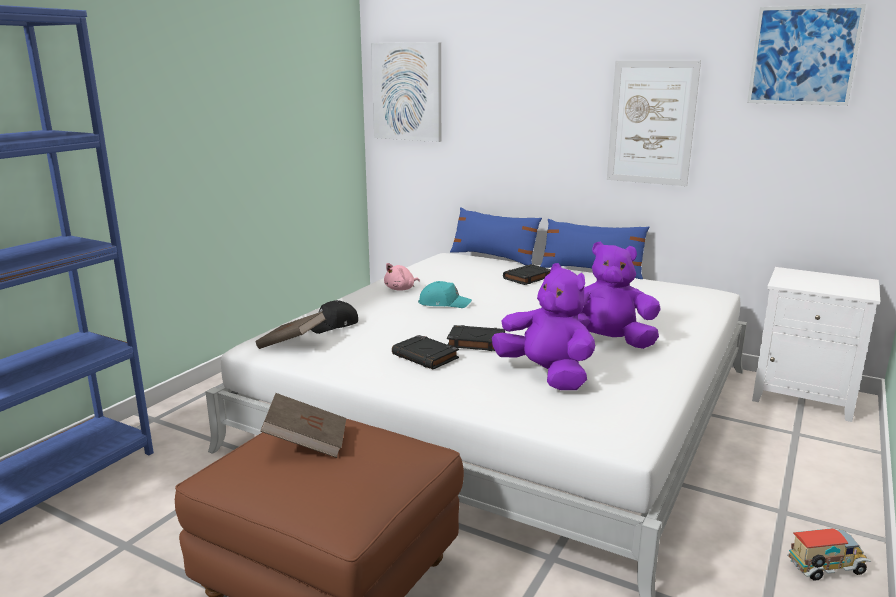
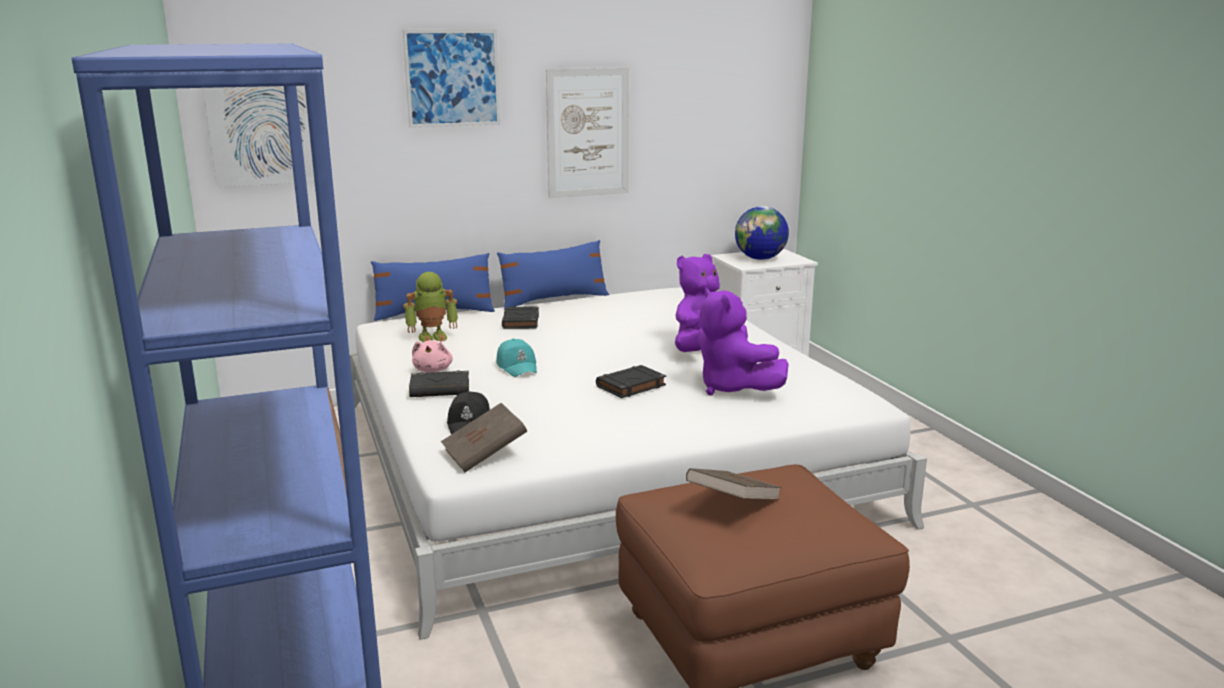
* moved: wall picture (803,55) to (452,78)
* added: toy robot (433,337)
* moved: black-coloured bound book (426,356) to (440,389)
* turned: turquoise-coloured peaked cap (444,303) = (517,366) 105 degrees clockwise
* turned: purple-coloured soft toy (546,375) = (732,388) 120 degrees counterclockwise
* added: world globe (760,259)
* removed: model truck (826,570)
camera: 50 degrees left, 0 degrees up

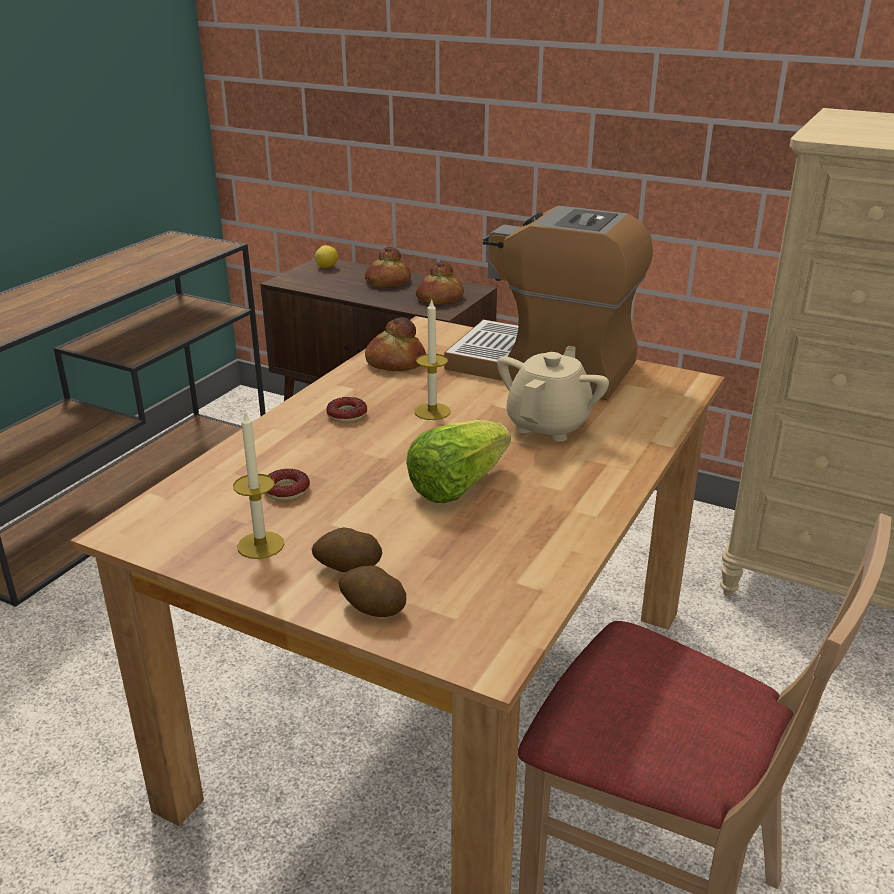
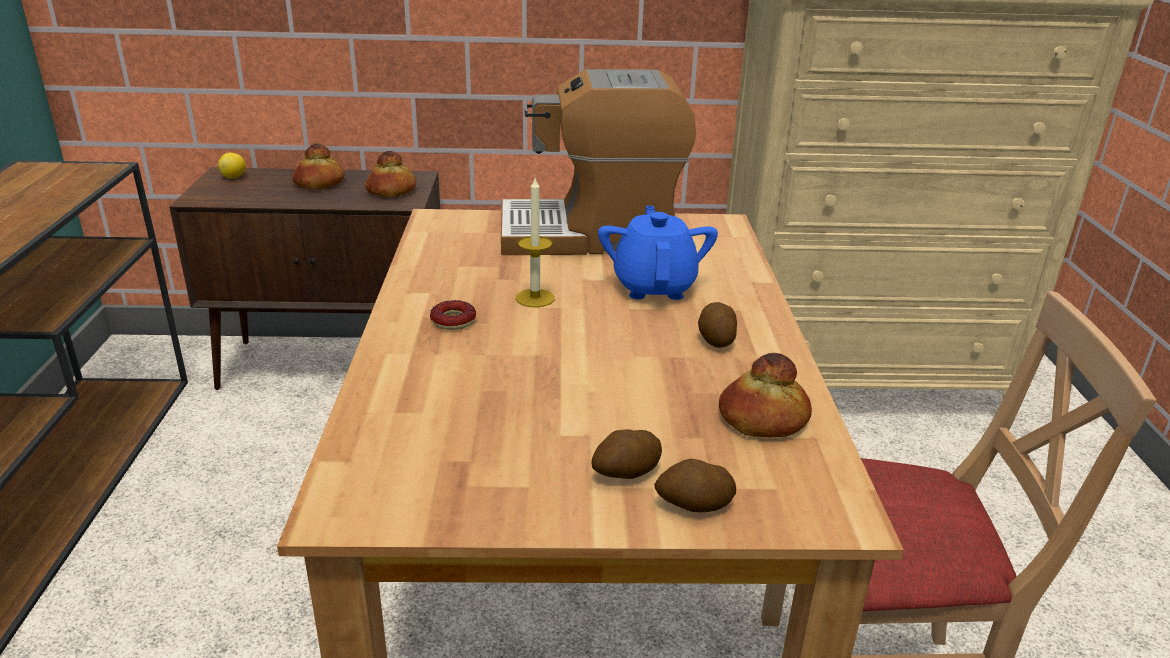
* recoloured: beige teapot (549,425) to bluish teapot (654,286)
* added: potato (716,339)
* moved: baked bread (394,363) to (763,419)
* removed: candle (260,545)
* removed: ring doughnut (286,490)
* removed: lettuce head (457,485)
camera: 30 degrees left, 0 degrees up

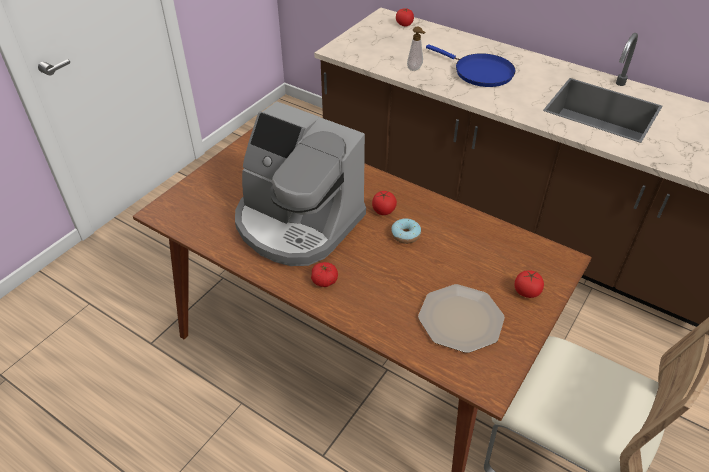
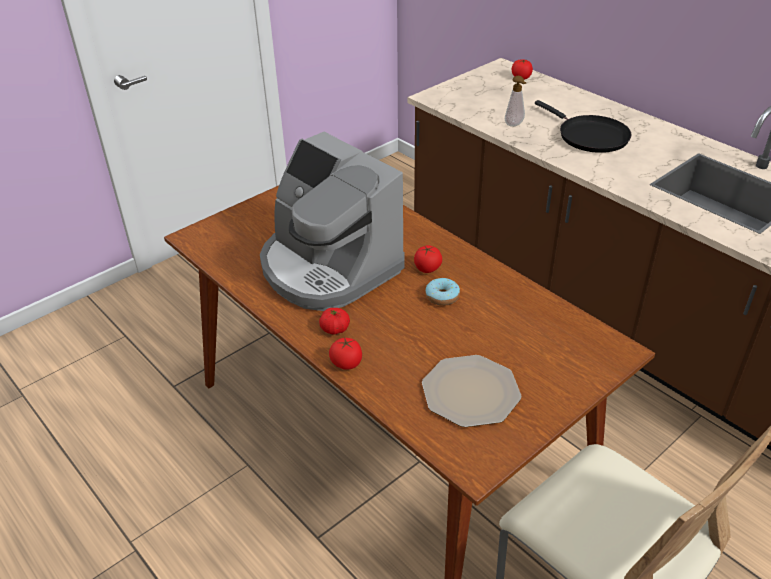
* moved: whole tomato (526,292) to (346,363)
* recoloured: bluish skillet (480,72) to black-coloured skillet (589,136)
camera: 15 degrees right, 5 degrees down

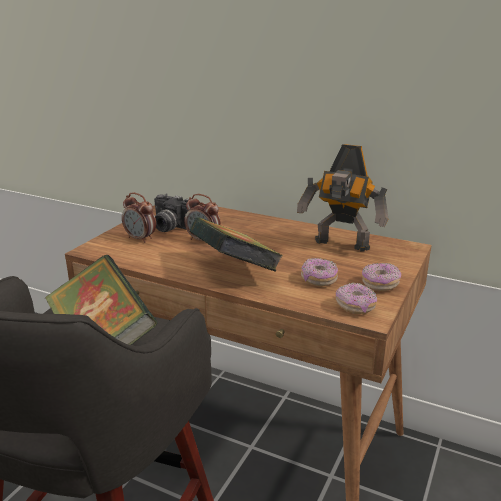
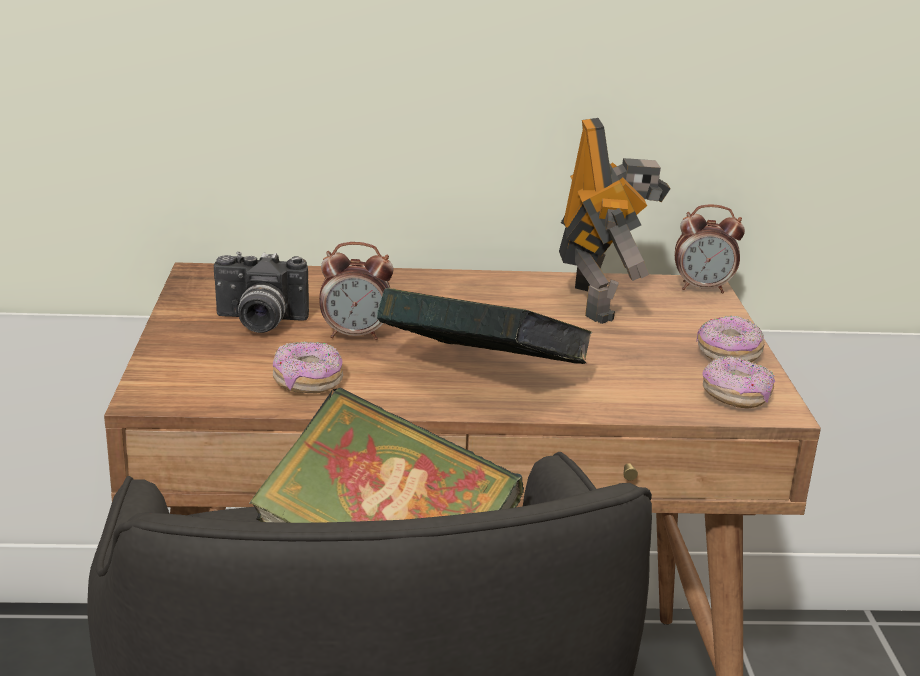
* moved: ring doughnut (318,280) to (307,383)
* turned: toy robot (341,246) = (599,302) 90 degrees counterclockwise
* moved: table clock (140,239) to (703,288)
camera: 30 degrees left, 0 degrees up

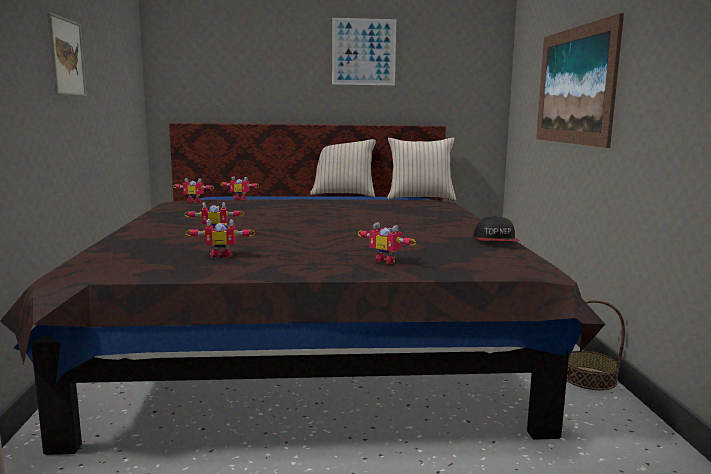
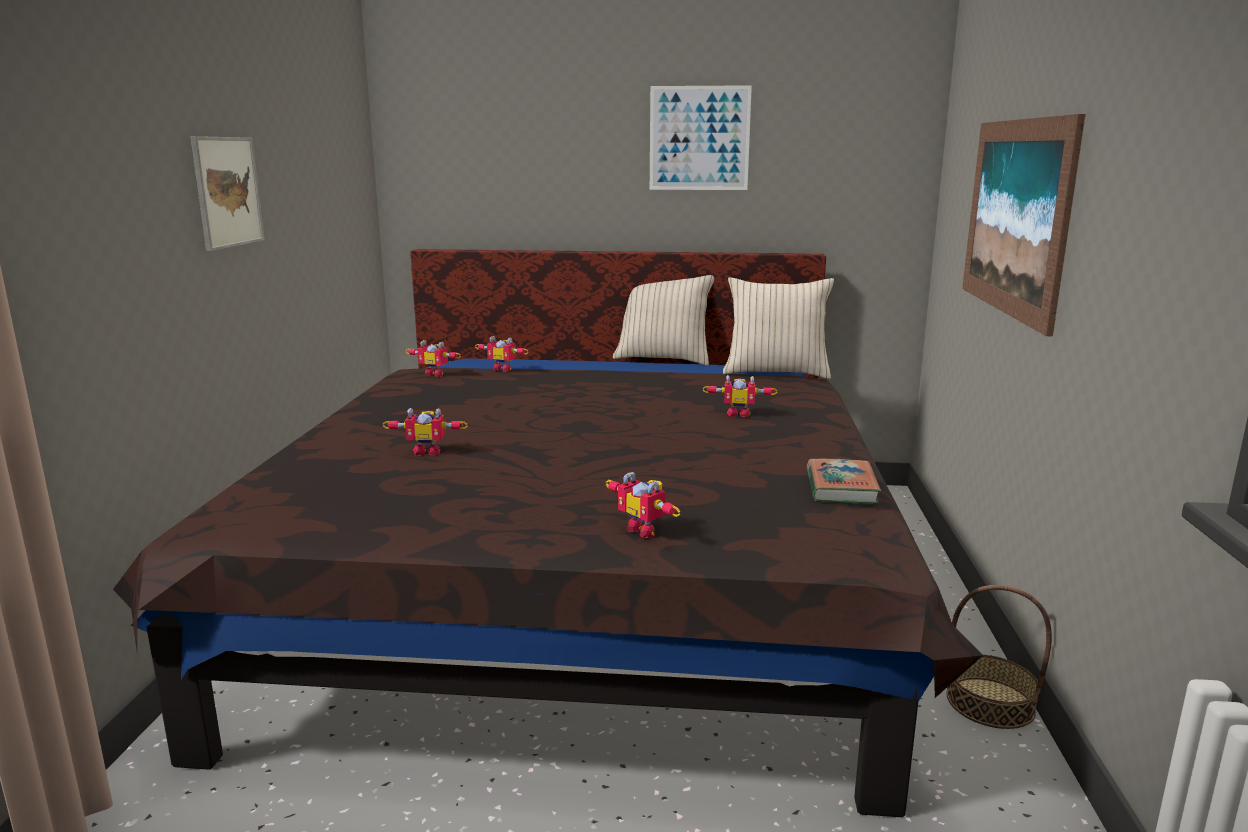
* moved: toy robot (221,255) to (738,413)
* replaced: peaked cap (496,241) to bound book (841,487)
camera: 10 degrees right, 5 degrees up

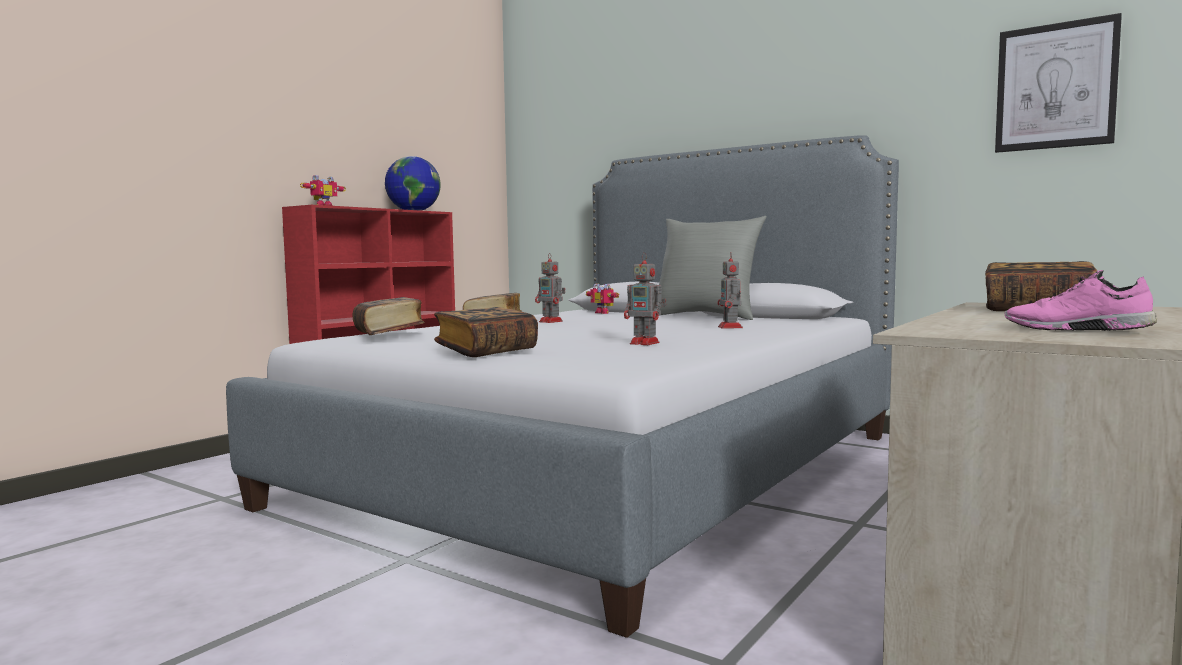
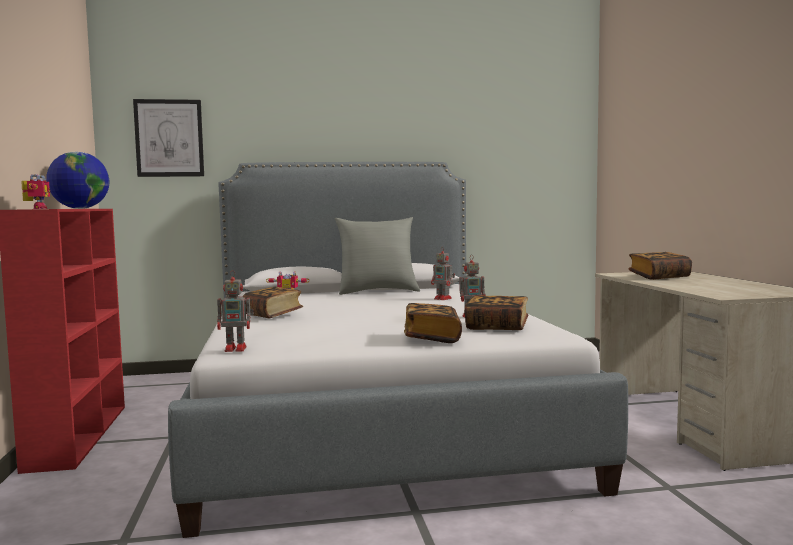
* moved: wall picture (1055,86) to (169,138)
* moved: toy robot (551,321) to (237,349)
* moved: bound book (389,333) to (497,327)
* removed: pink-coloured shoe (1075,329)
camera: 45 degrees left, 0 degrees up

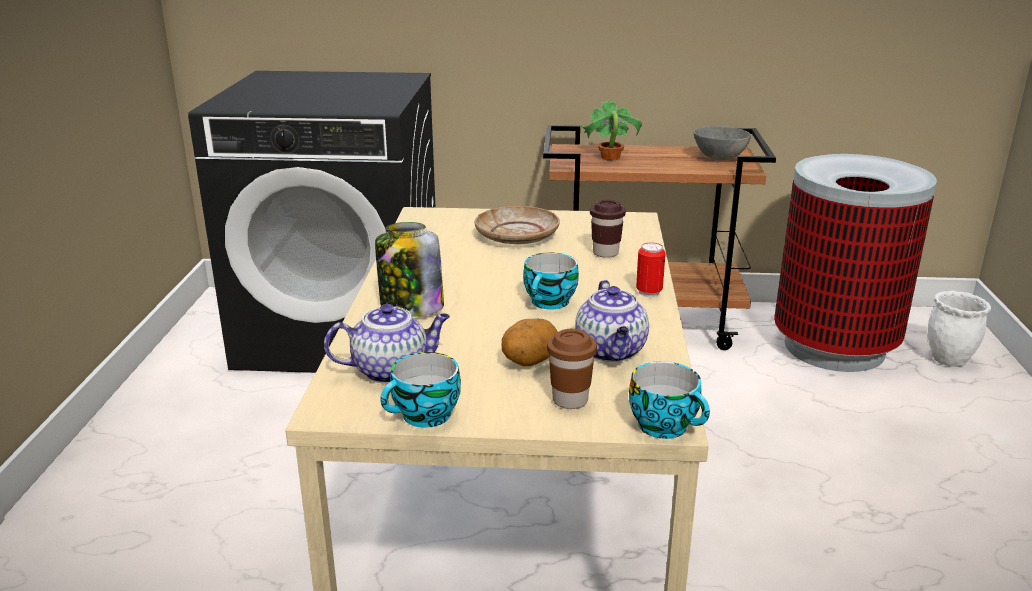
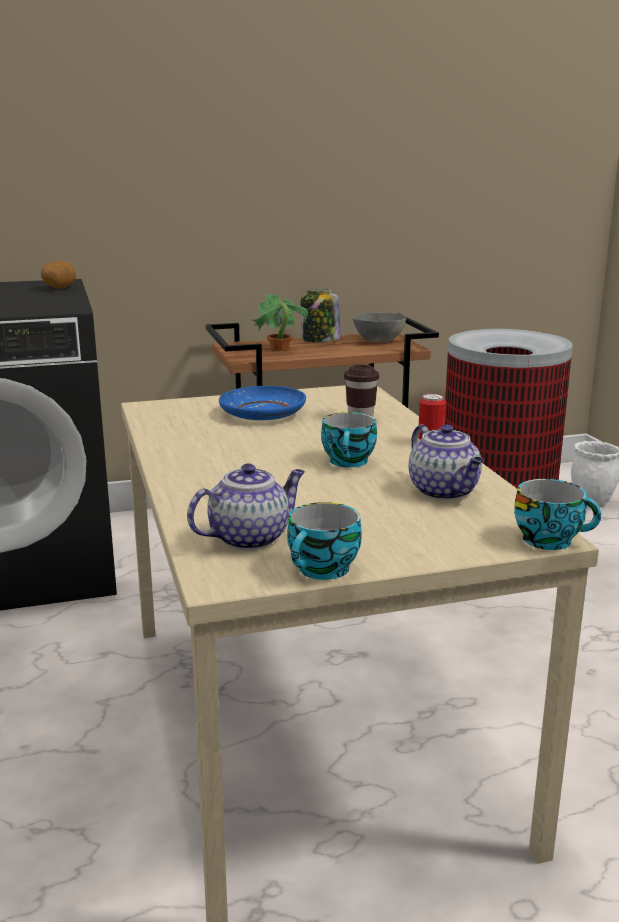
* moved: potato (529,362) to (59,288)
* recoloured: beige dinner plate (517,236) to bluish dinner plate (263,414)
* moved: storage jar (410,308) to (320,340)
* removed: brown small cup (570,400)
camera: 20 degrees left, 5 degrees down

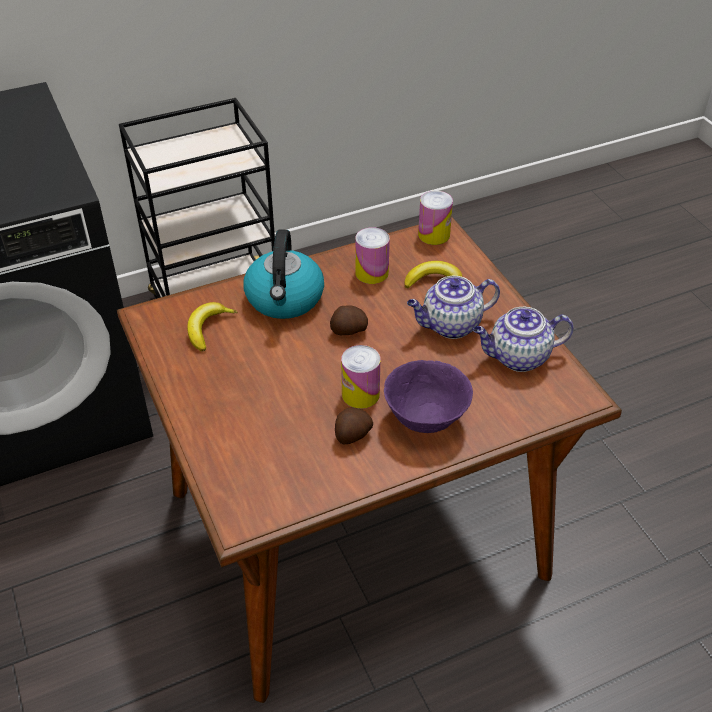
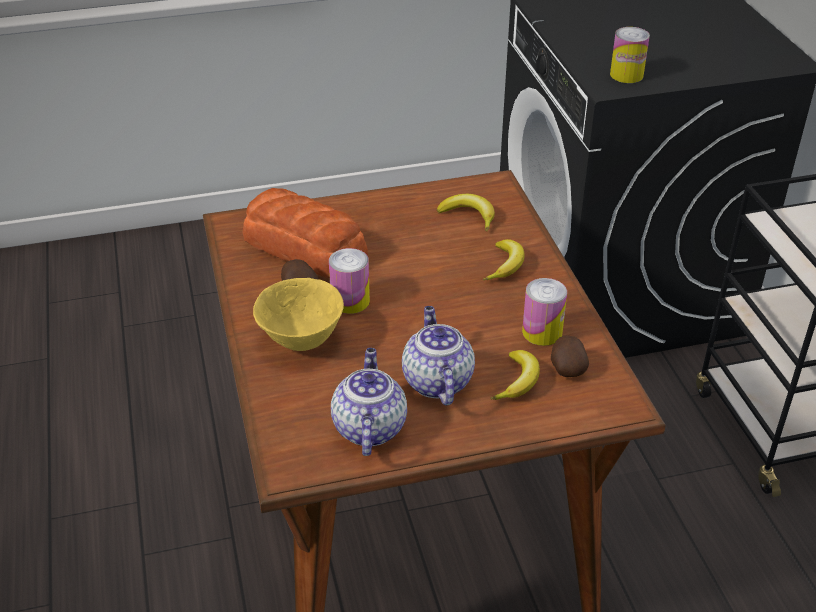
* added: baked bread (305,248)
* recoloured: purple-coloured bowl (426,419) to yellowish bowl (300,340)
* replaced: water kettle (285,299) to banana (505,265)
* moved: potato (348,331) to (567,368)
* moved: sealed can (434,235) to (626,75)
camera: 100 degrees right, 5 degrees down

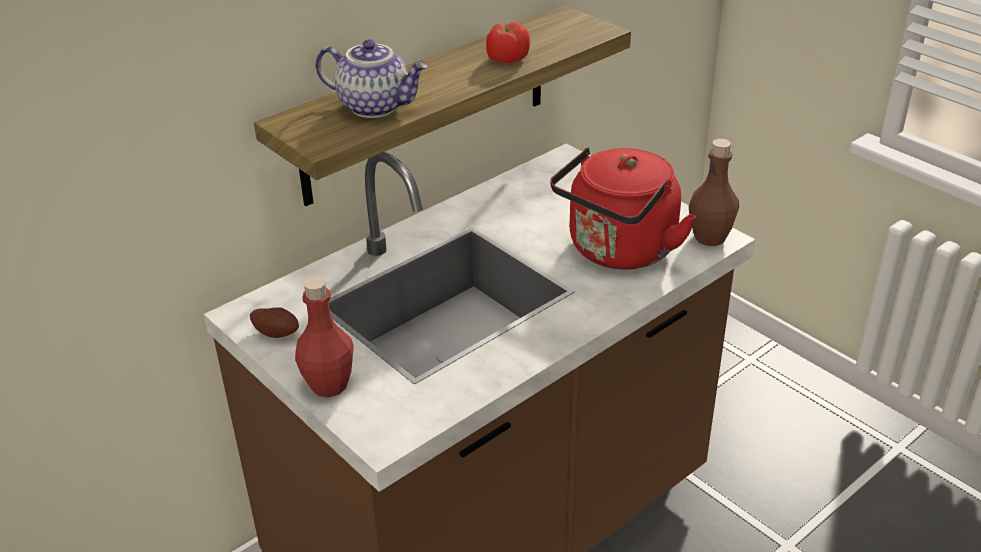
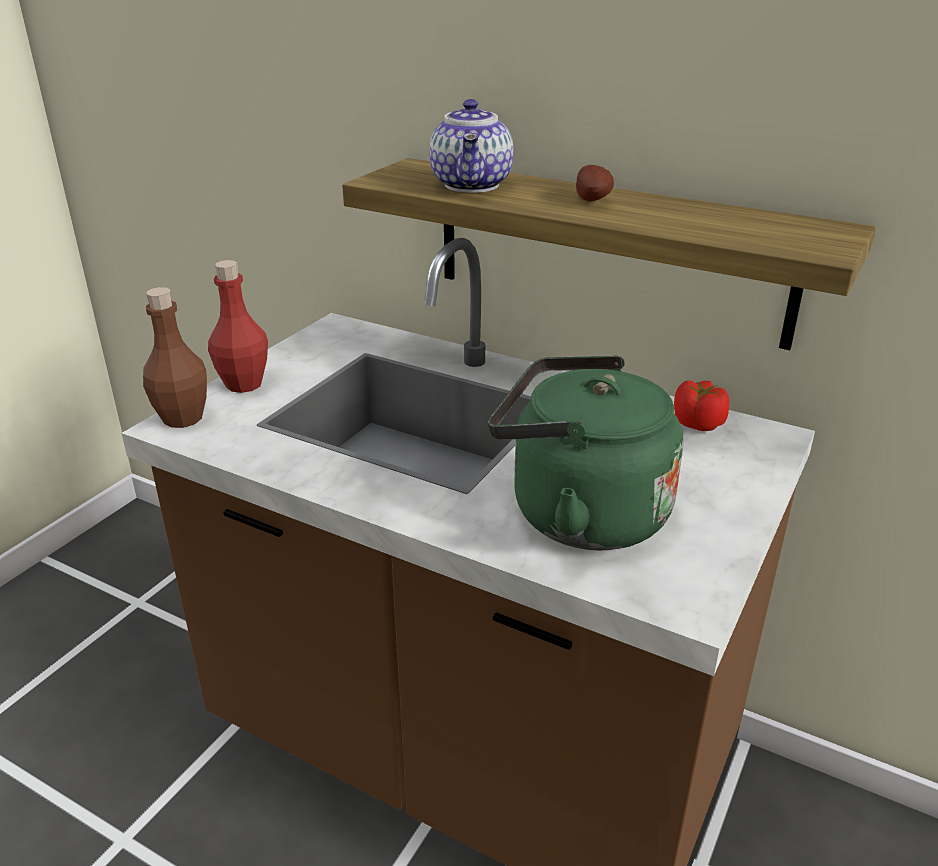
* moved: brown bottle (710,237) to (183,418)
* recoloured: reddish water kettle (618,252) to green-coloured water kettle (578,513)
* moved: potato (277,333) to (593,200)
* moved: whole tomato (507,59) to (697,423)
camera: 70 degrees right, 5 degrees down

